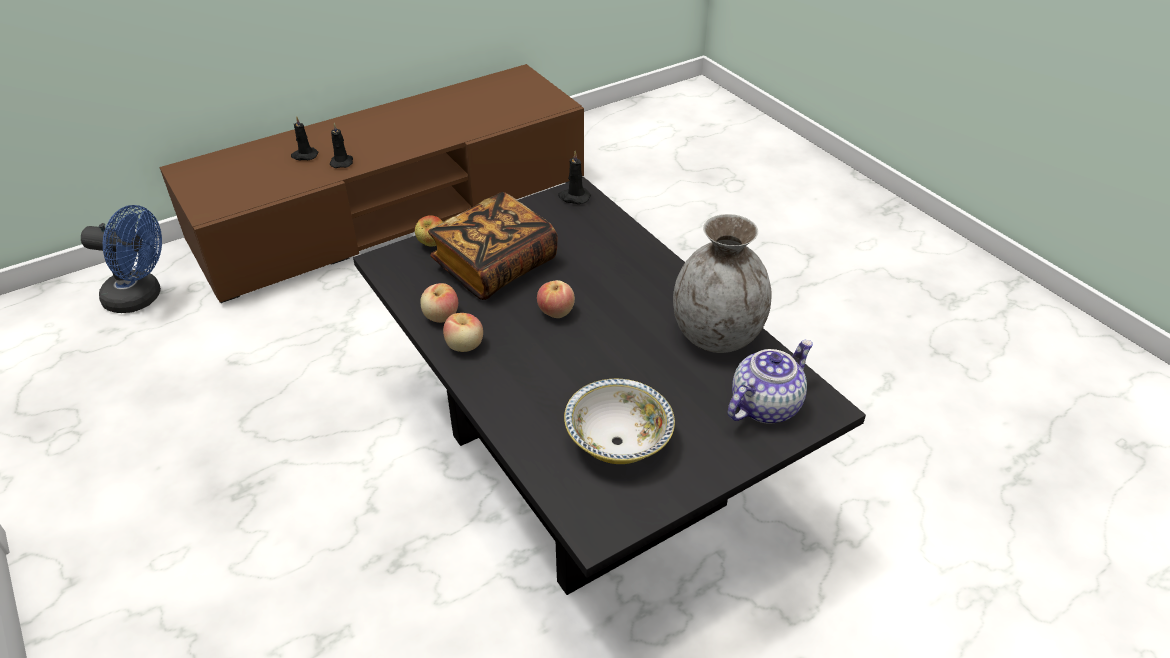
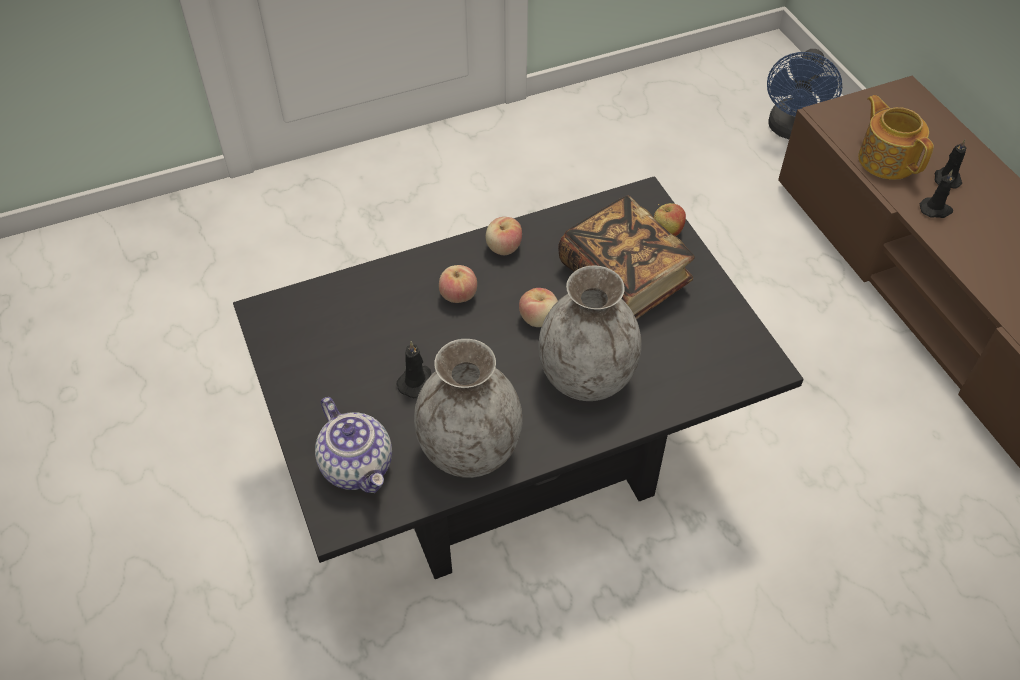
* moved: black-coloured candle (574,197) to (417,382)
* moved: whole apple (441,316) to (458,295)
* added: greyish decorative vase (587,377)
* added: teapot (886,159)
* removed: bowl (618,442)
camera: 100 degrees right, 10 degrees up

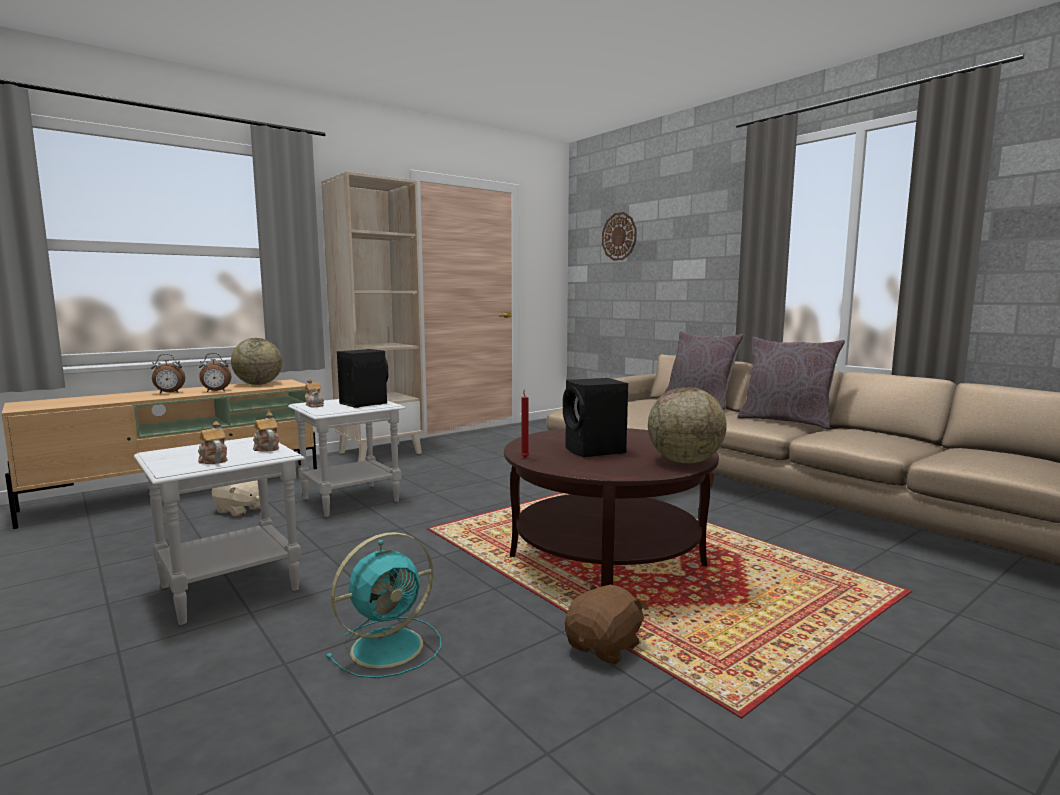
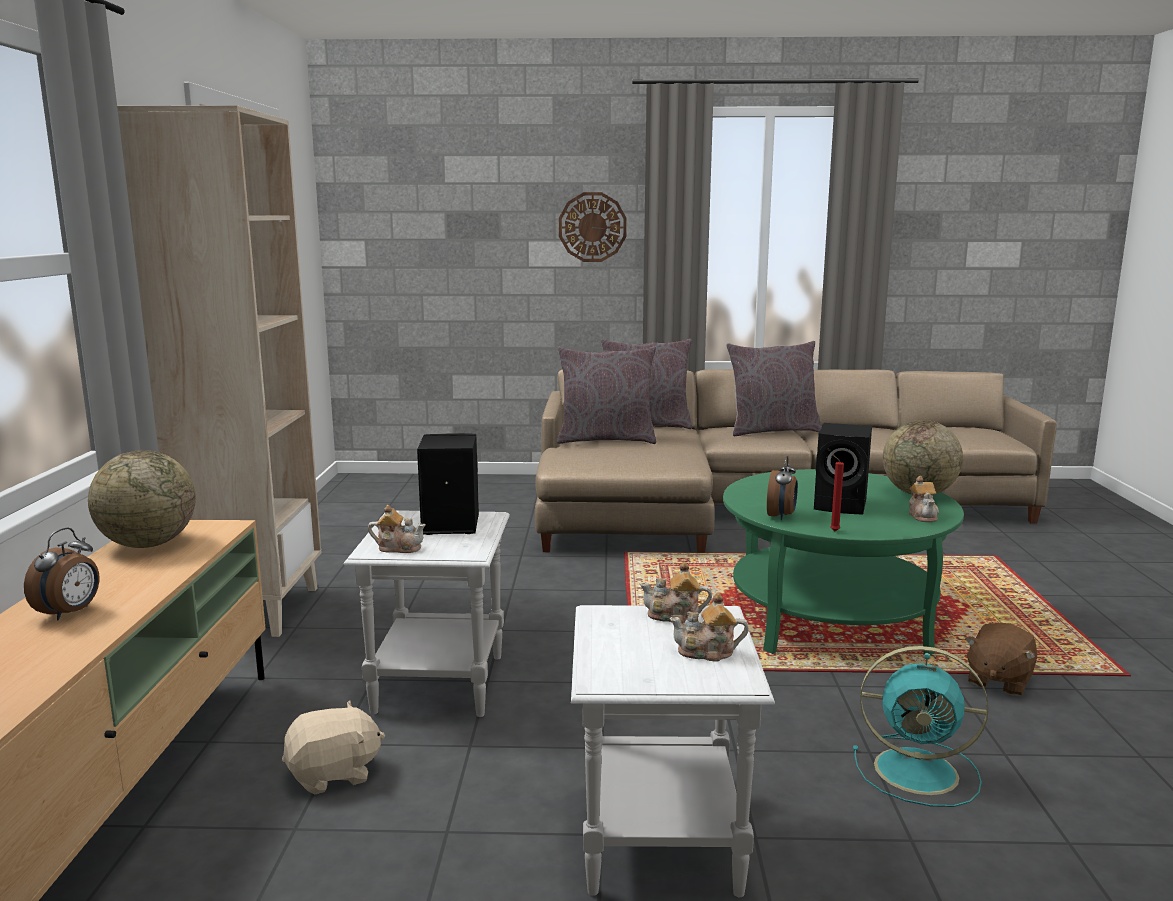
* added: greyish throw pillow (606,440)
* moved: wall clock (619,236) to (592,227)
* recoloured: brown lounge table (607,561) to green-coloured lounge table (831,620)
* moved: table clock (216,391) to (781,516)
* turned: turquoise-coloured electric fan (390,646) = (920,772) 105 degrees clockwise
* added: teapot (923,516)
* turned: brown soft toy (605,647) = (998,681) 135 degrees counterclockwise
camera: 50 degrees left, 5 degrees up

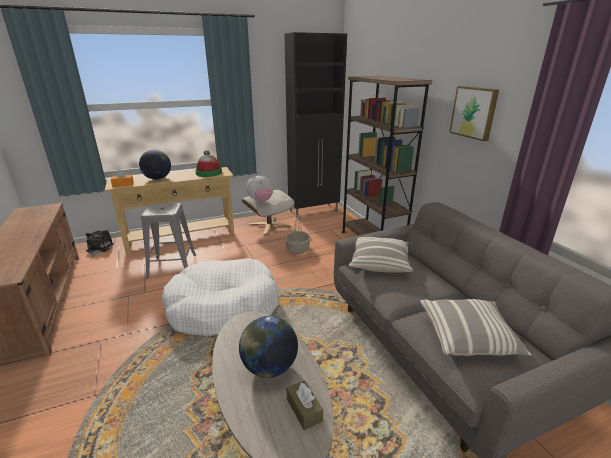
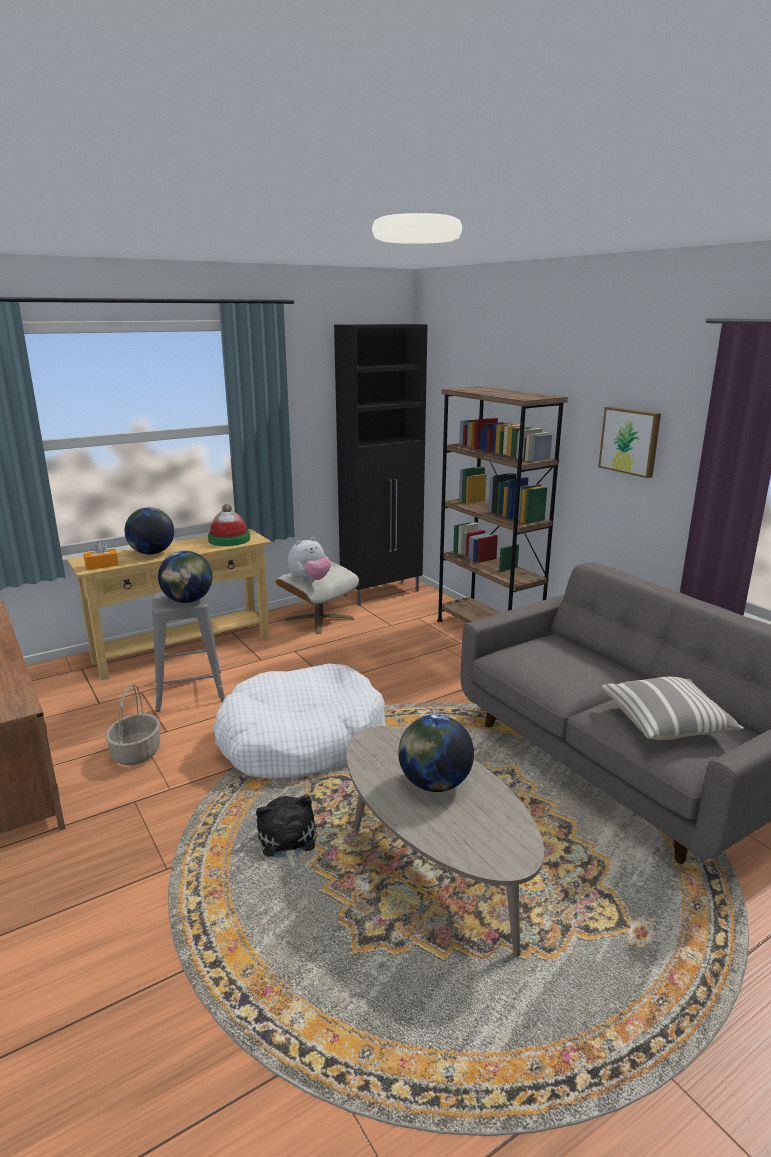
* moved: storage basket (297,249) to (136,753)
* added: world globe (188,601)
* moved: soft toy (99,248) to (287,842)
* removed: brown tissue holder (304,410)
* removed: throw pillow (379,262)
camera: 10 degrees left, 5 degrees down

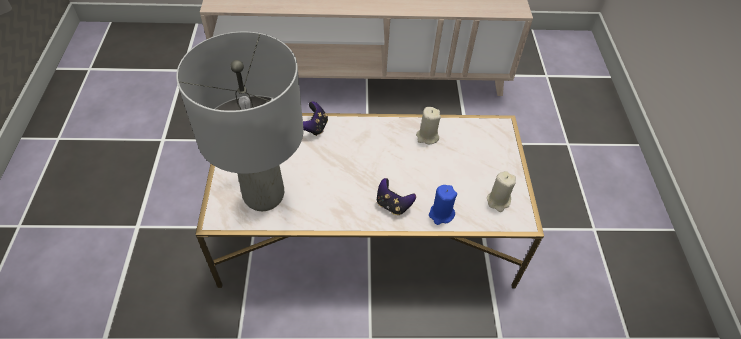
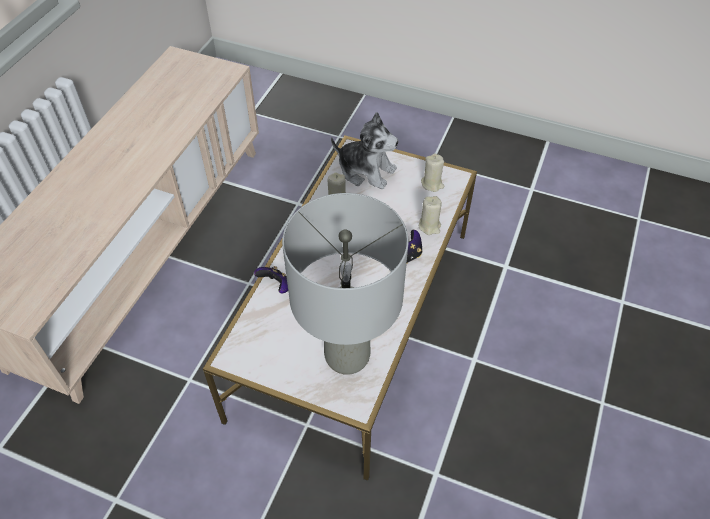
* added: soft toy (366,171)
* recoloured: bluish candle (441,214) to beige candle (429,226)
camera: 65 degrees left, 0 degrees up

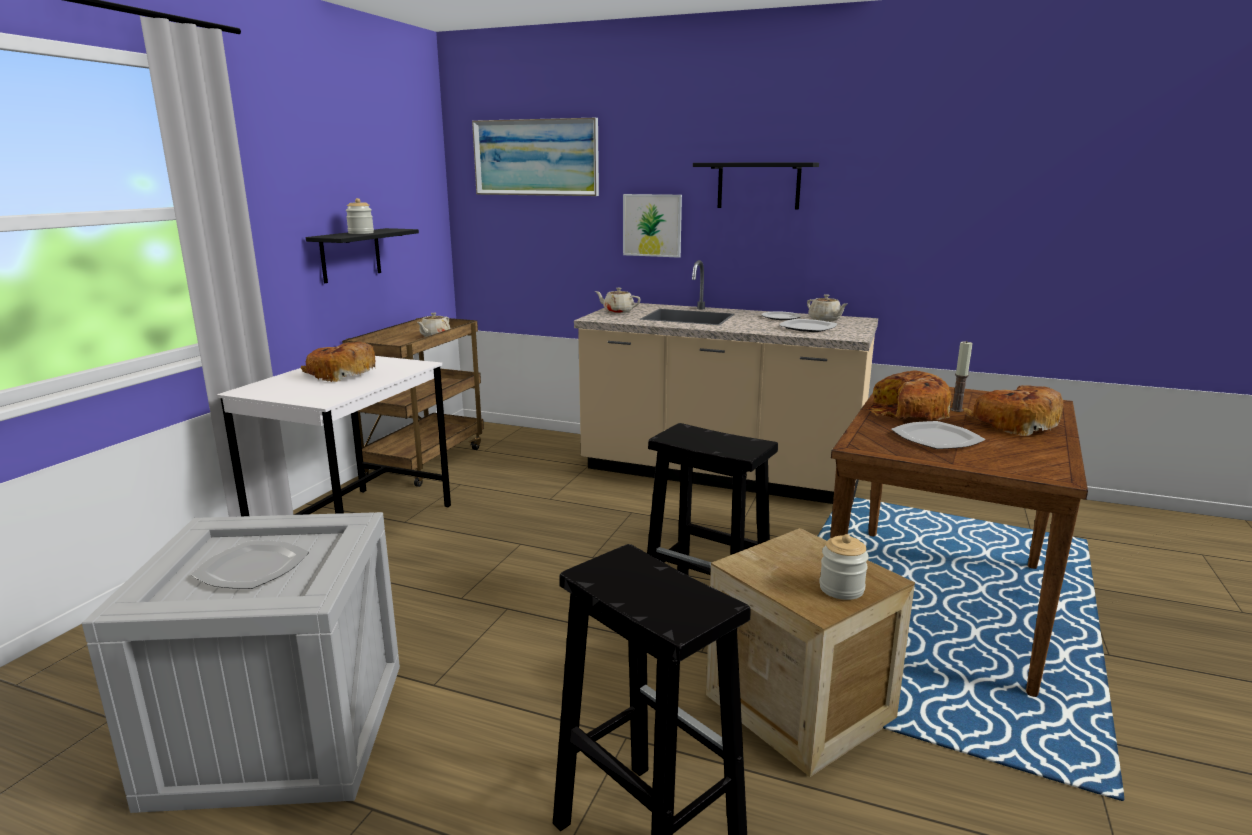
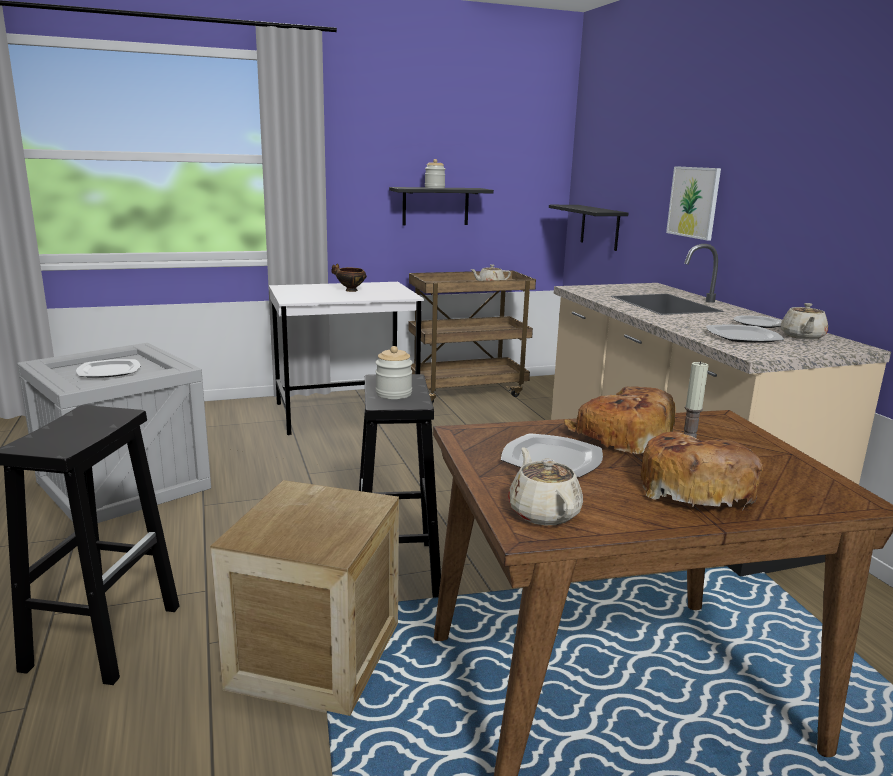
* replaced: baked bread (341,374) to bowl (350,290)
* moved: storage jar (841,589) to (393,394)
* moved: beige teapot (618,311) to (543,512)
* moved: black-coloured wall shelf (758,185) to (600,227)
* removed: wall picture (536,157)
camera: 50 degrees right, 0 degrees up

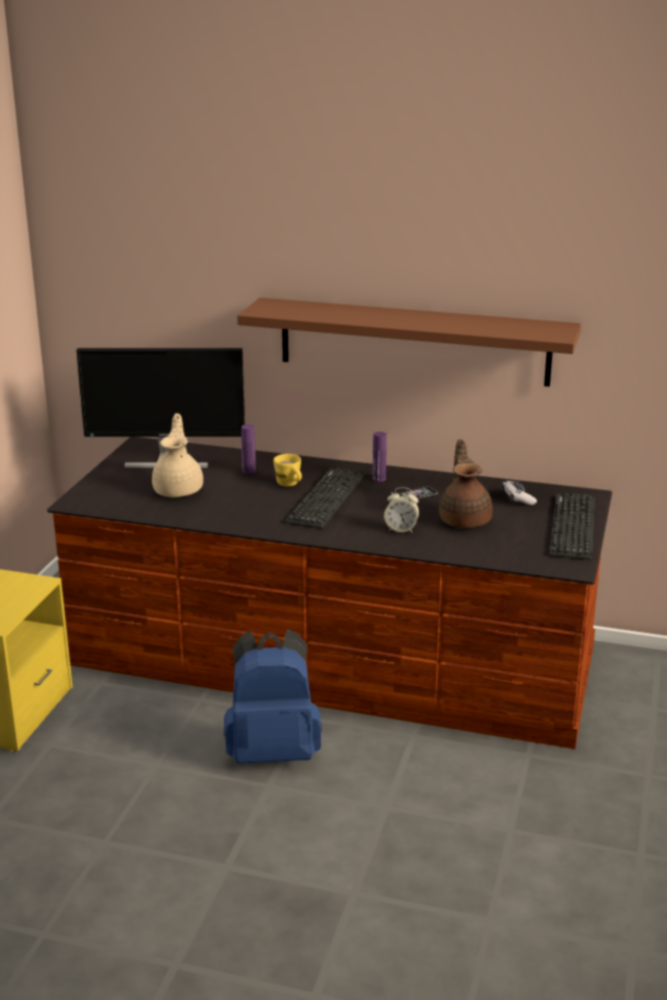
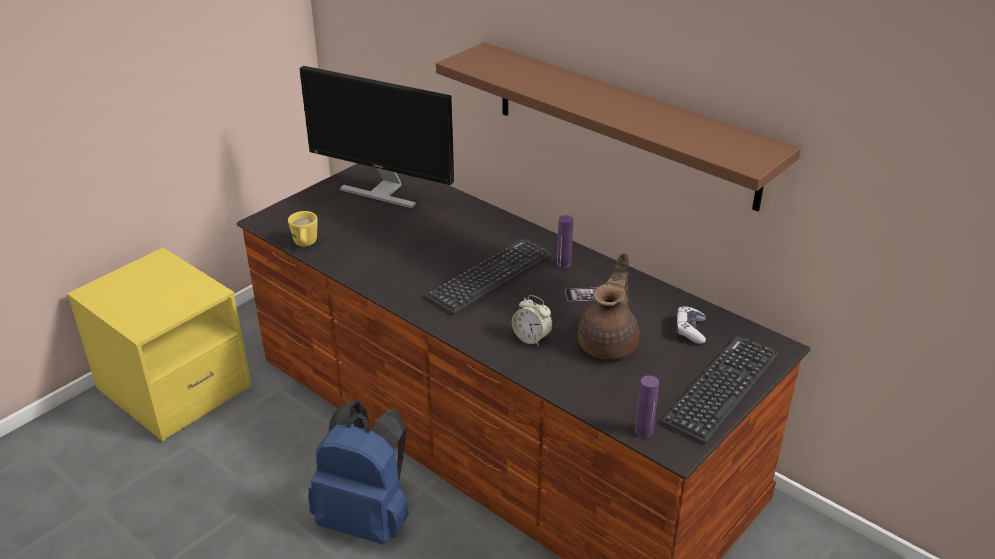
* moved: yellowish coffee mug (290,485) to (305,245)
* moved: purple-coloured bottle (249,471) to (644,431)
* removed: beige teapot (179,490)
camera: 25 degrees right, 10 degrees up

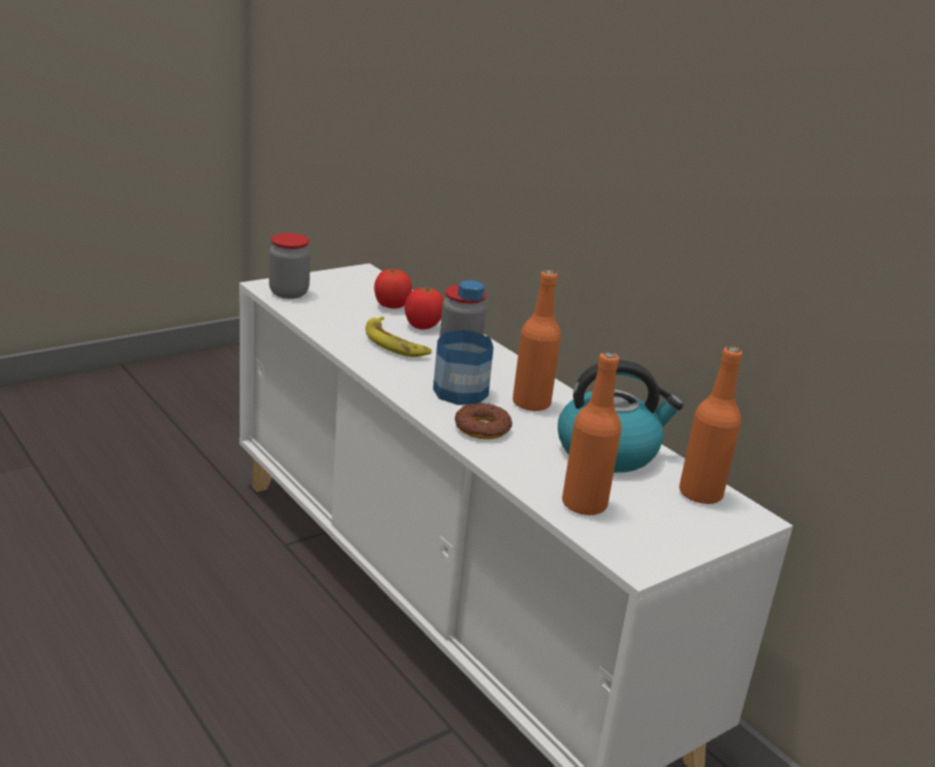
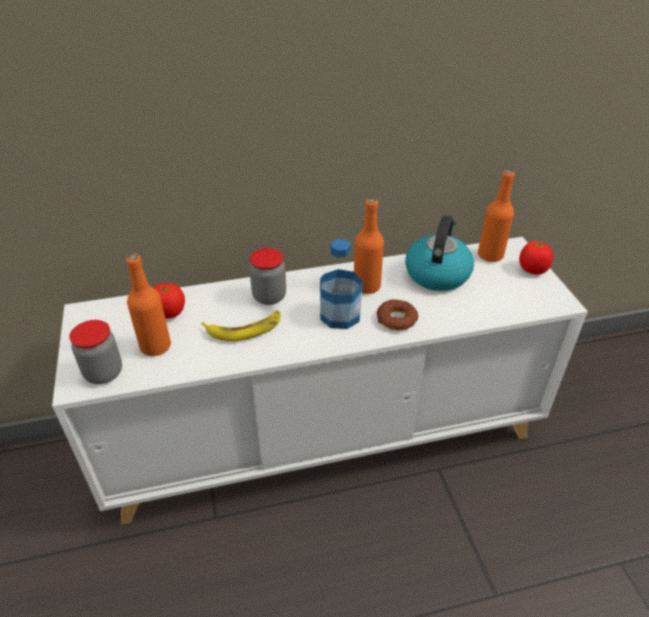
* moved: orangey bottle (584,505) to (155,347)
* moved: whole tomato (422,326) to (532,270)
camera: 65 degrees left, 15 degrees up

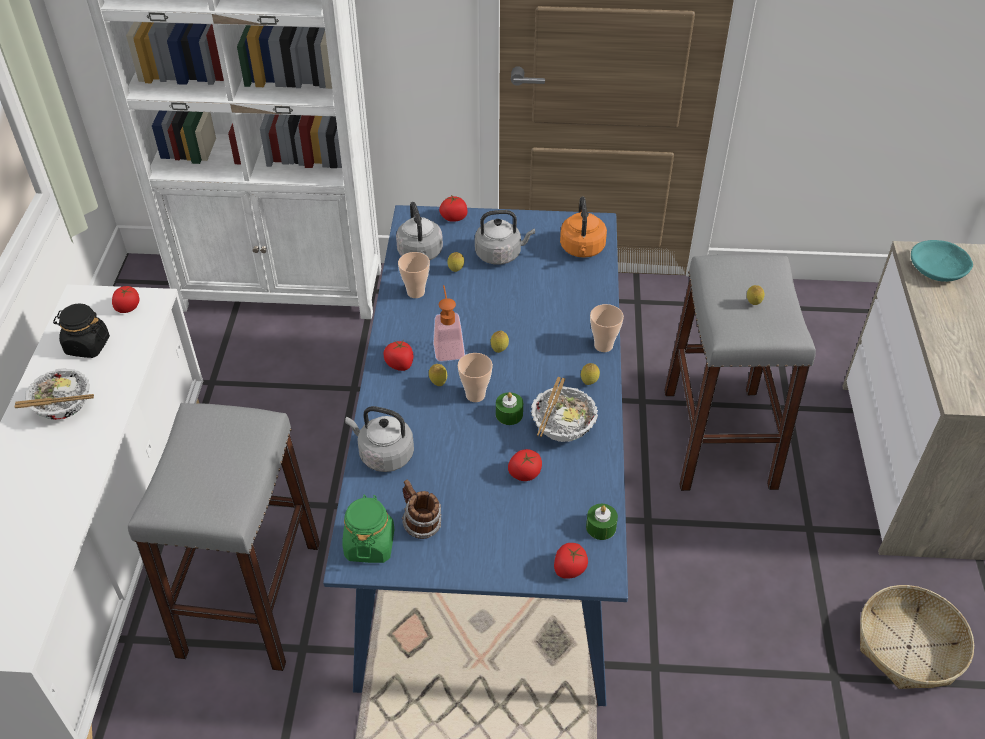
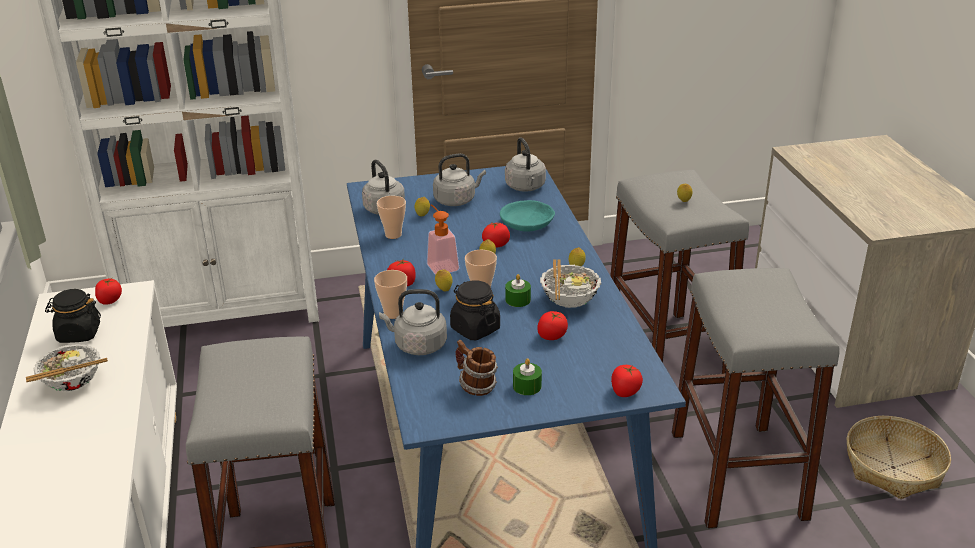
* moved: small cup (603,345) to (393,313)
* added: black-coloured storage jar (475,328)
* moved: whole tomato (454,217) to (496,244)
* moved: turquoise-coloured bowl (938,269) to (528,224)
* recoloured: orangey water kettle (582,249) to greyish water kettle (526,187)
* moved: green-coloured candle (601,527) to (527,386)
* added: greyish stool seat (737,475)
* removed: green-coloured storage jar (369,544)
camera: 15 degrees left, 15 degrees down

